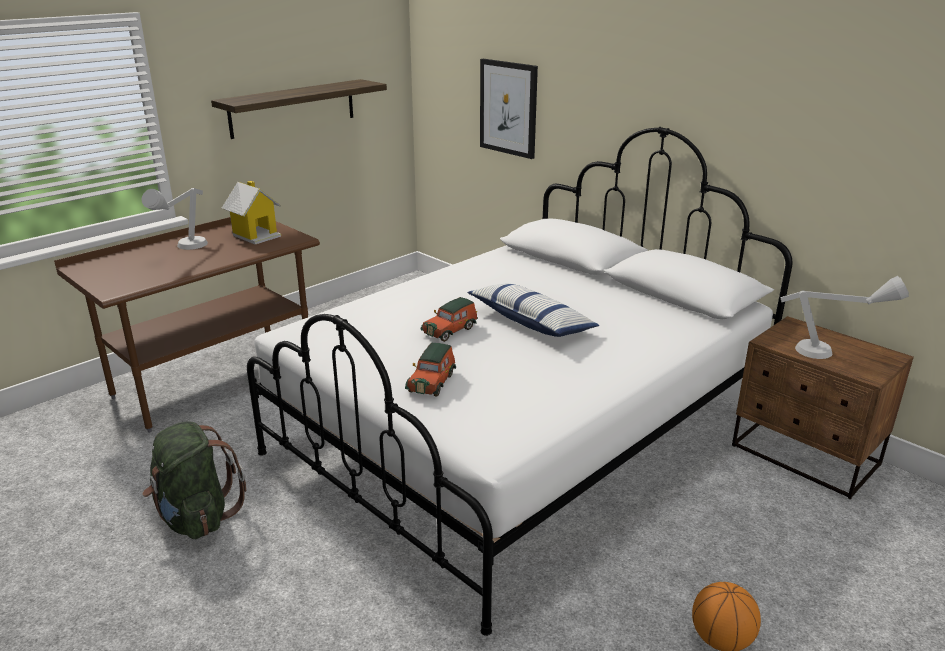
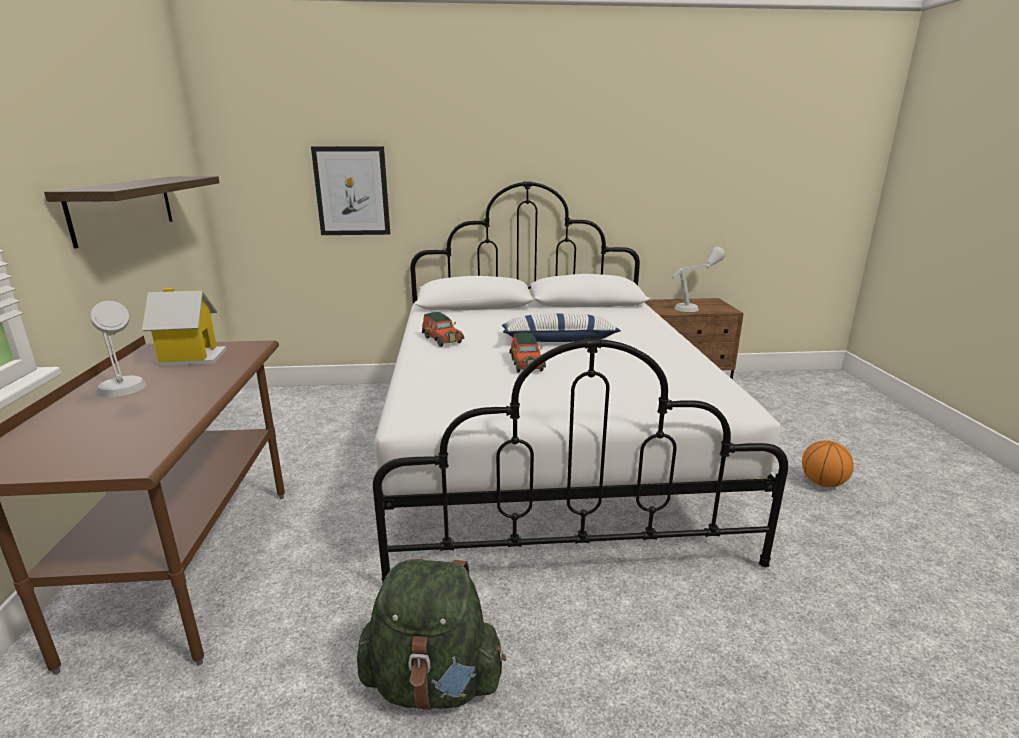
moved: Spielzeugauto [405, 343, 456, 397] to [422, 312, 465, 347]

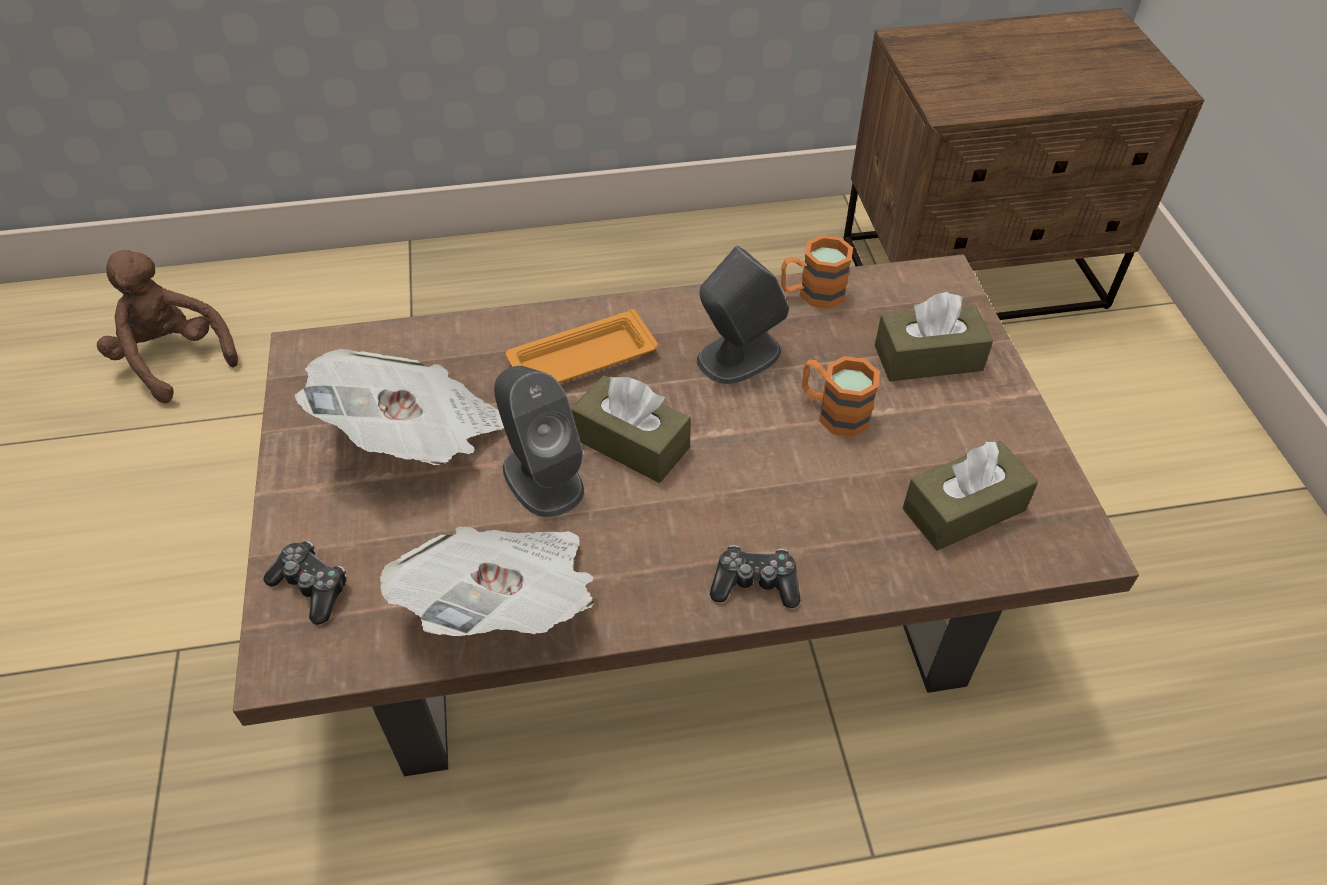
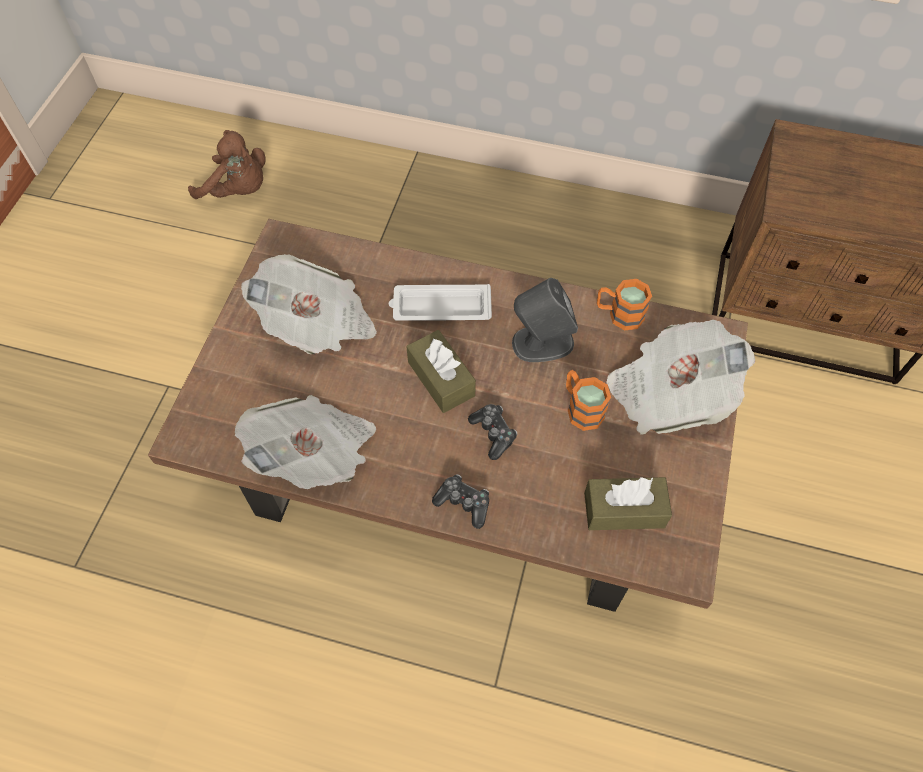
removed: Lautsprecher (grau) [494, 366, 584, 517]
moved: Gamepad [263, 541, 347, 625] to [468, 404, 517, 460]
replaced: Taschentuchbox (braun) [875, 292, 993, 381] to Zeitung [606, 320, 755, 434]
recoloured: Tablett (orange) [506, 309, 658, 383] to Tablett (weiß) [389, 284, 492, 321]
turned: Plüschtier (braun) [97, 250, 238, 403] = [188, 130, 266, 199] 135 degrees clockwise

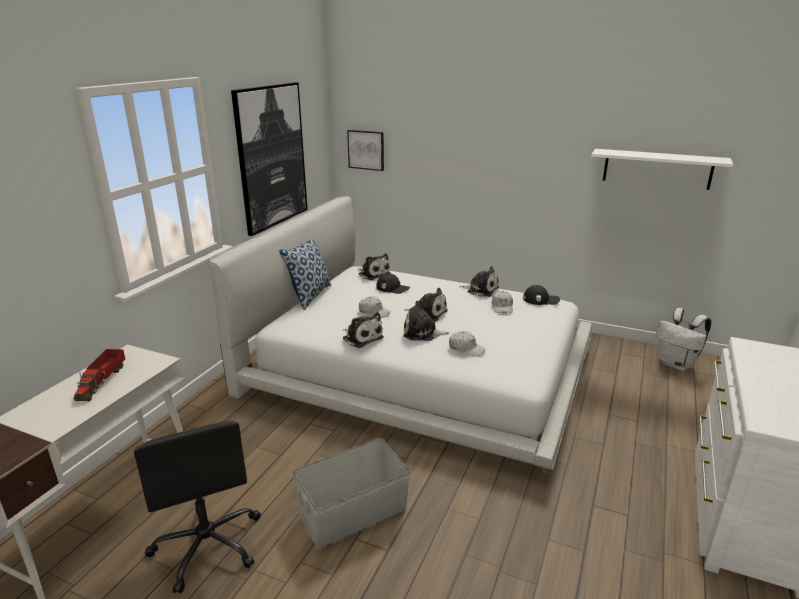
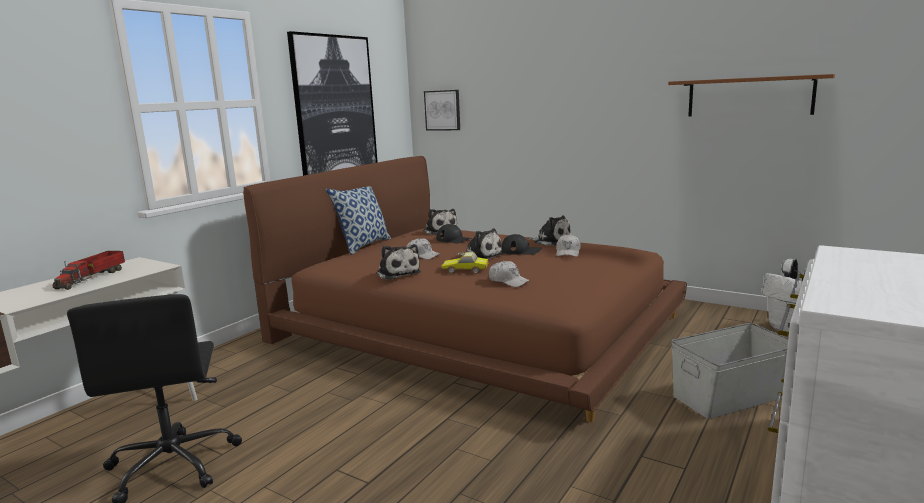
moved: Kappe (schwarz) [523, 285, 560, 305] to [501, 234, 542, 255]; Aufbewahrungsbox (grau) [293, 438, 410, 548] to [671, 323, 788, 419]
replaced: Plüschtier [403, 301, 449, 341] to Spielzeugauto [441, 252, 489, 274]
recoloured: Bett (weiß) [210, 196, 593, 473] to Bett (braun) [243, 156, 687, 422]; Wandregal (weiß) [591, 149, 733, 190] to Wandregal (braun) [668, 74, 835, 117]

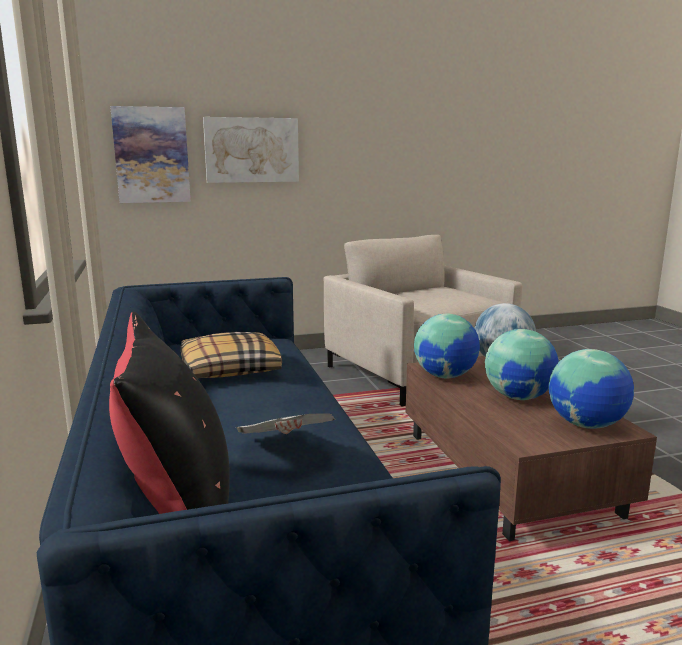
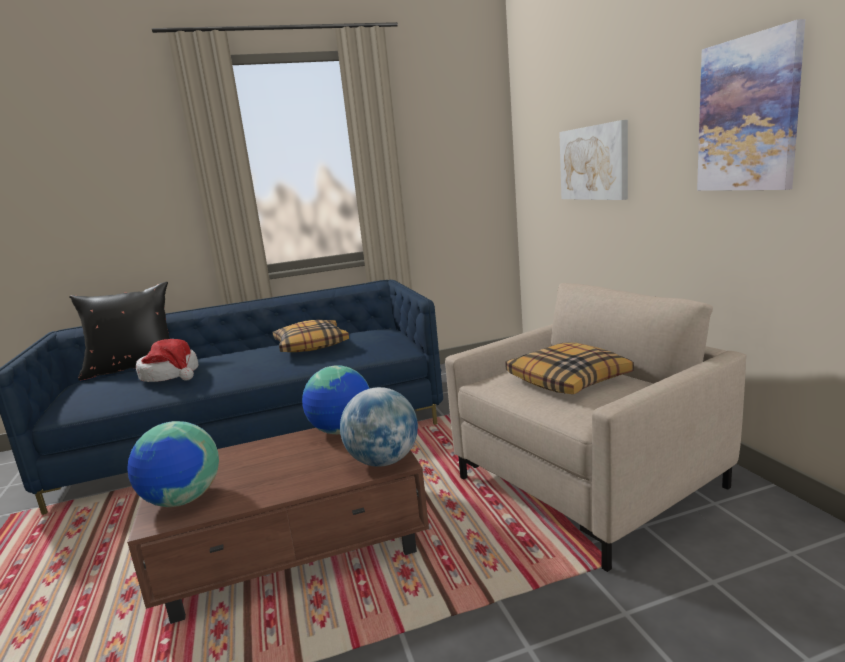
removed: Globus [485, 329, 559, 400]
added: Kissen [505, 342, 634, 394]
moved: Bild [110, 106, 191, 203] to [697, 19, 805, 191]
replaced: Zeitung [235, 413, 335, 434] to Hut [136, 339, 199, 382]

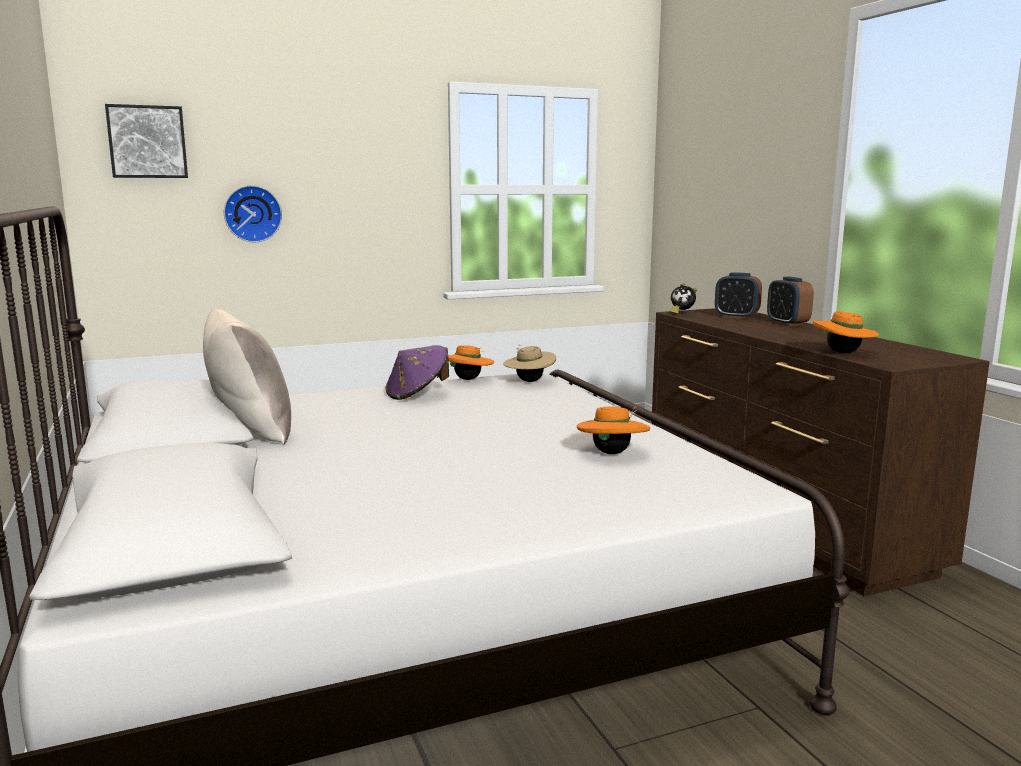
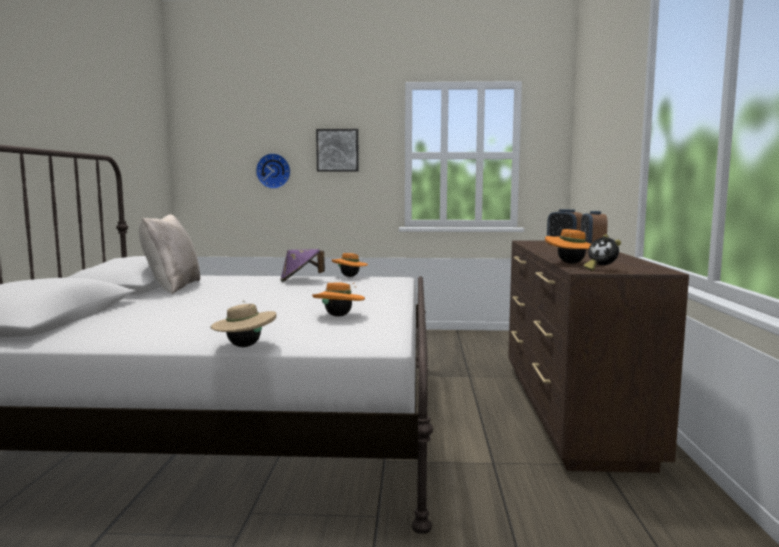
moved: Hut (beige) [503, 345, 556, 382] to [210, 301, 276, 347]; Bild [105, 104, 188, 178] to [316, 129, 359, 172]; Wecker [670, 283, 697, 315] to [584, 234, 621, 271]

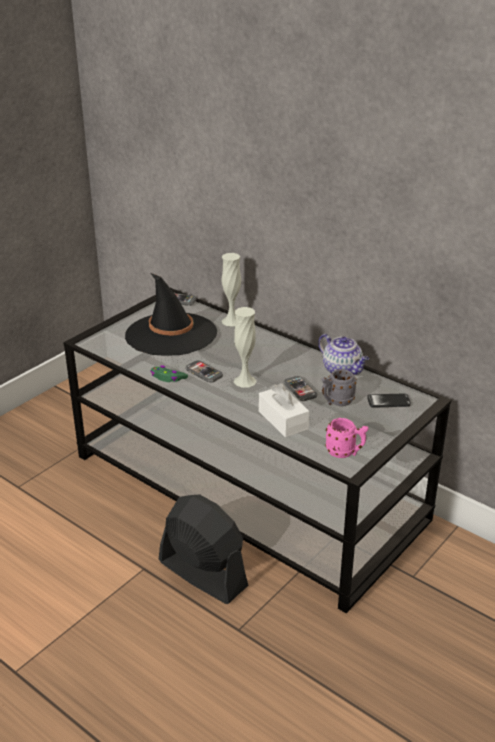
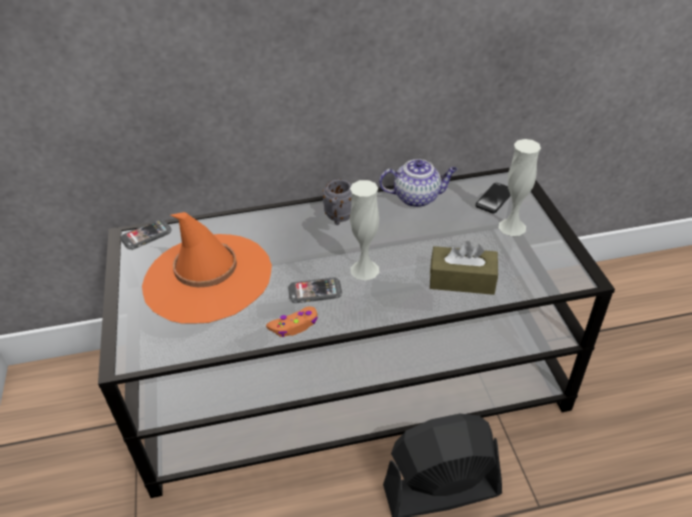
removed: Handy [284, 376, 318, 401]; Henkelbecher (rosa) [325, 418, 369, 458]
moved: Henkelbecher (grau) [322, 369, 356, 406] to [323, 179, 352, 225]; Vase (weiß) [222, 253, 241, 327] to [499, 139, 541, 236]
recoloured: Hut (schwarz) [125, 273, 217, 355] to Hut (orange) [142, 212, 272, 324]; Gamepad (grün) [150, 365, 188, 382] to Gamepad (orange) [266, 306, 318, 337]; Taschentuchbox (weiß) [259, 383, 309, 437] to Taschentuchbox (braun) [430, 241, 498, 295]

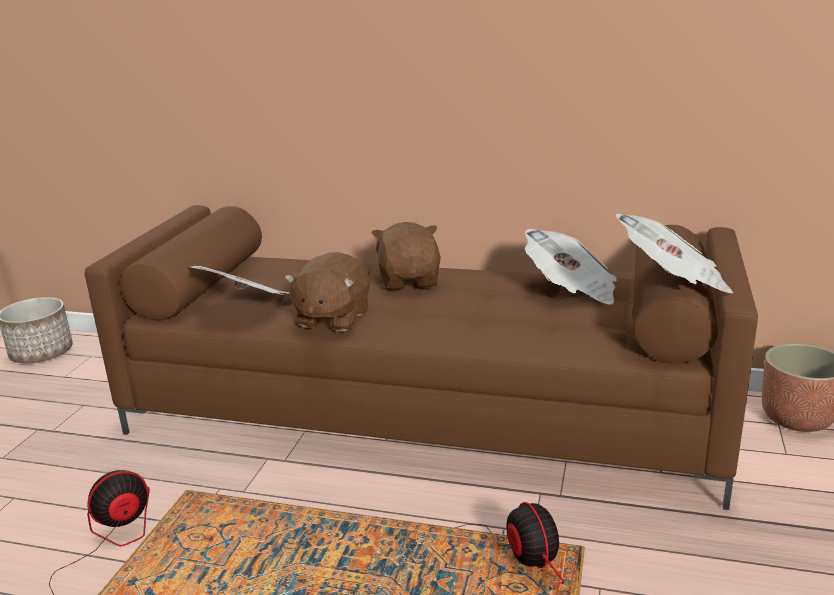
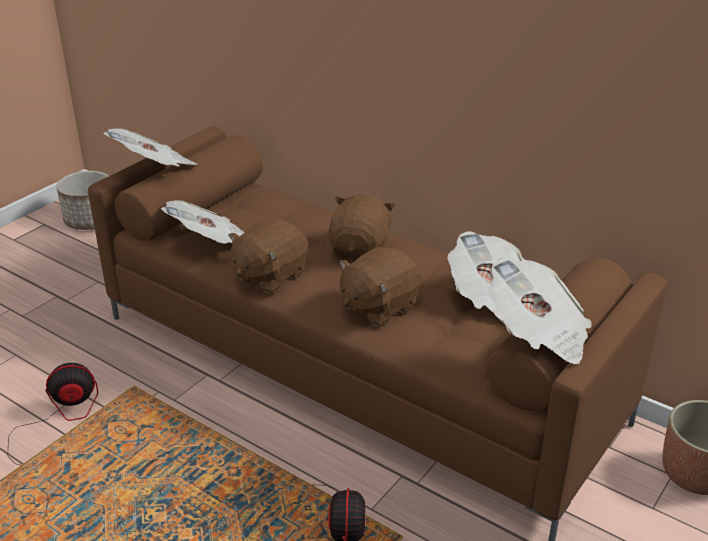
added: Zeitung [103, 128, 198, 167]; Plüschtier (braun) [339, 247, 422, 327]

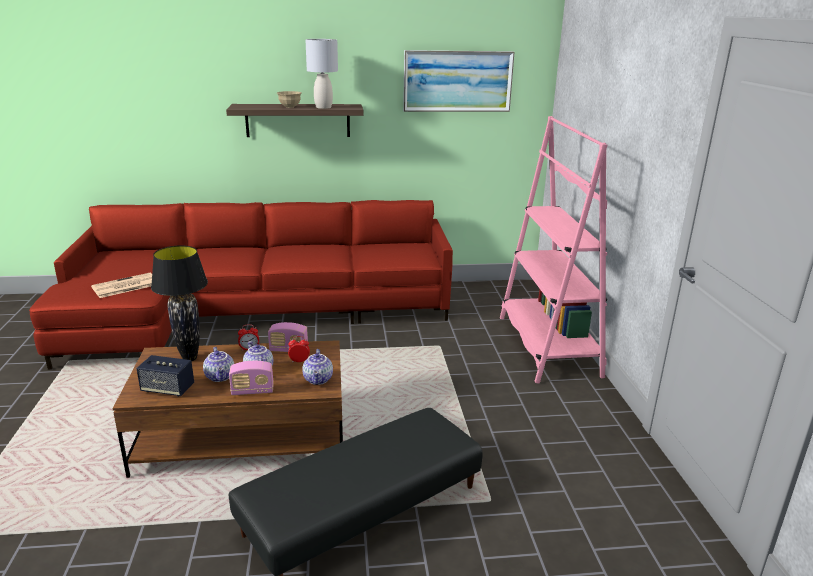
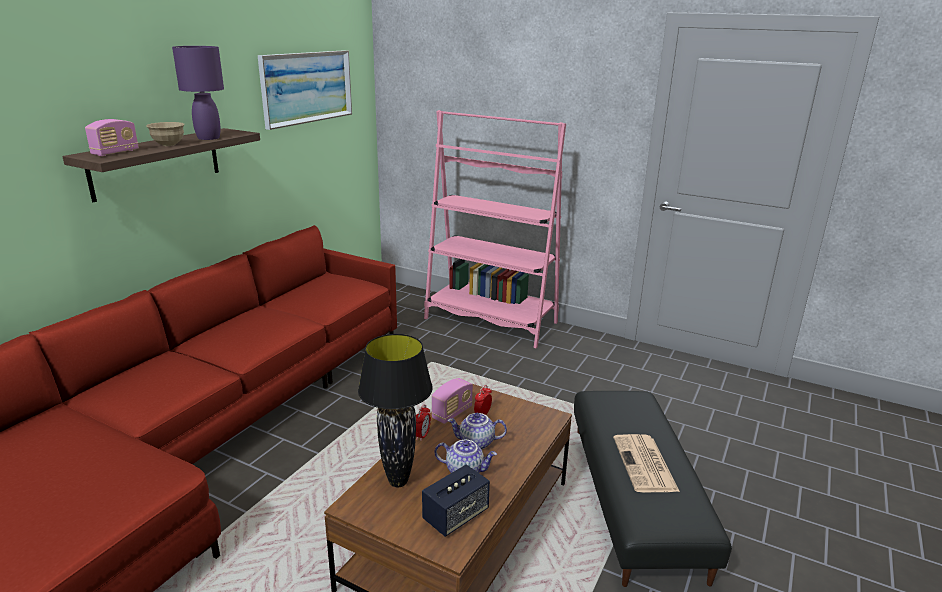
removed: Teekanne [302, 349, 333, 385]
moved: Radio [229, 361, 274, 395] to [85, 119, 139, 156]; Zeitung [91, 273, 152, 298] to [613, 434, 680, 492]
recoloured: Tischlampe (grau) [305, 39, 338, 109] to Tischlampe (lila) [172, 46, 224, 140]

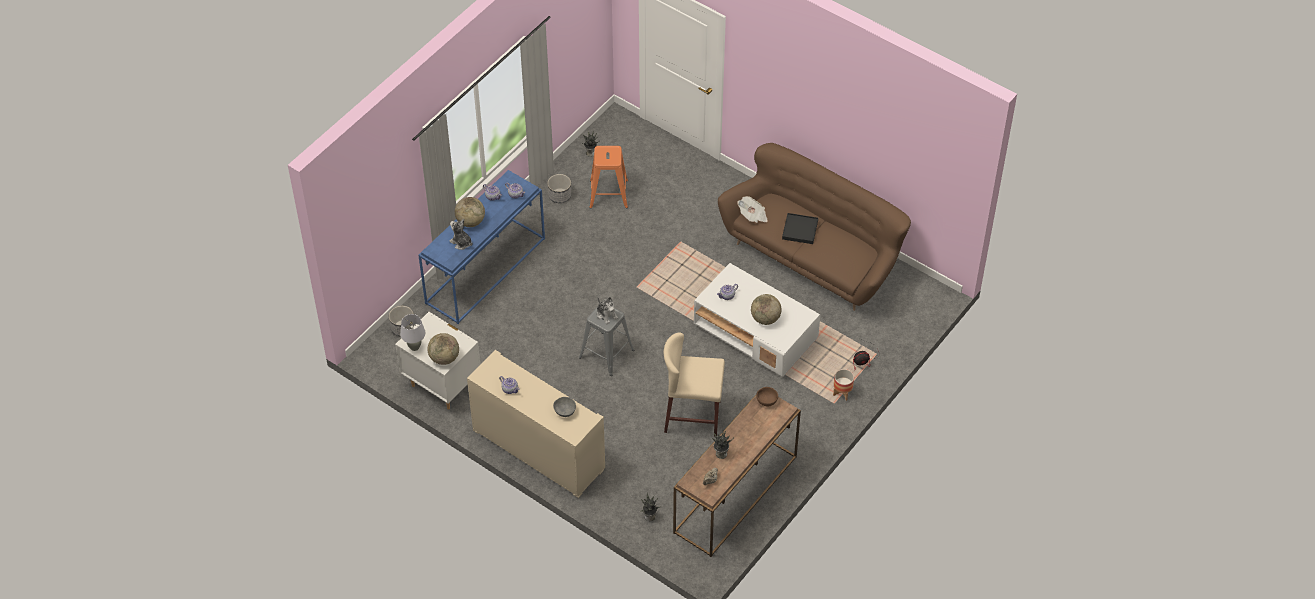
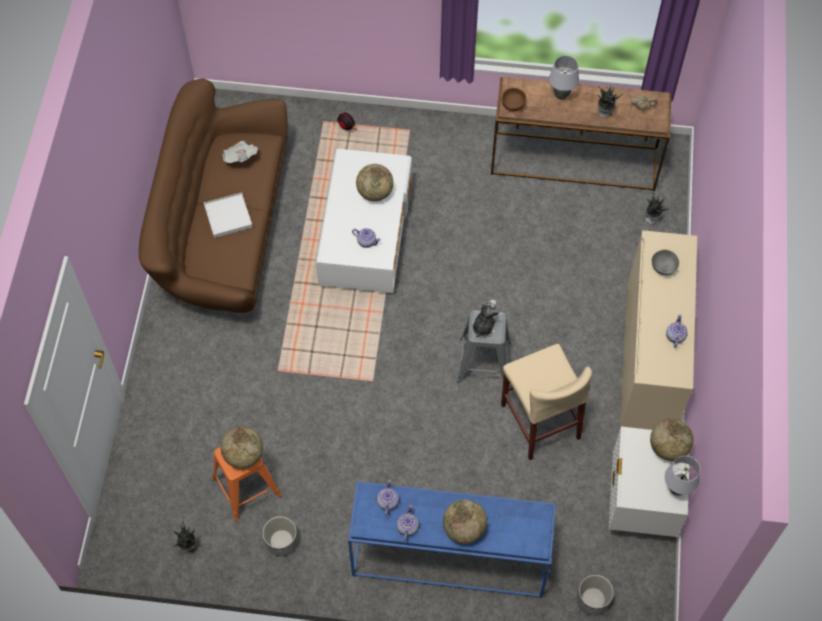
removed: Plüschtier [449, 219, 473, 250]; Pflanzkübel [833, 369, 854, 401]
added: Globus [221, 426, 263, 469]; Tischlampe (grau) [549, 55, 579, 100]
moved: Zeitung [738, 196, 768, 223] to [223, 141, 258, 163]; Hocker (beige) [664, 332, 725, 437] to [501, 344, 592, 460]
recoloured: Tablett (schwarz) [782, 213, 818, 244] to Tablett (weiß) [204, 192, 253, 238]

